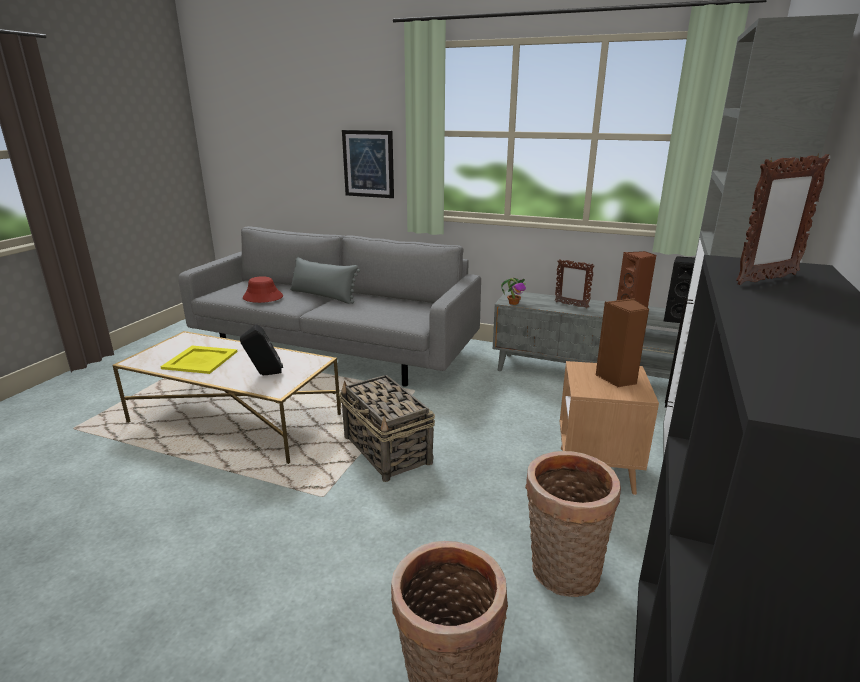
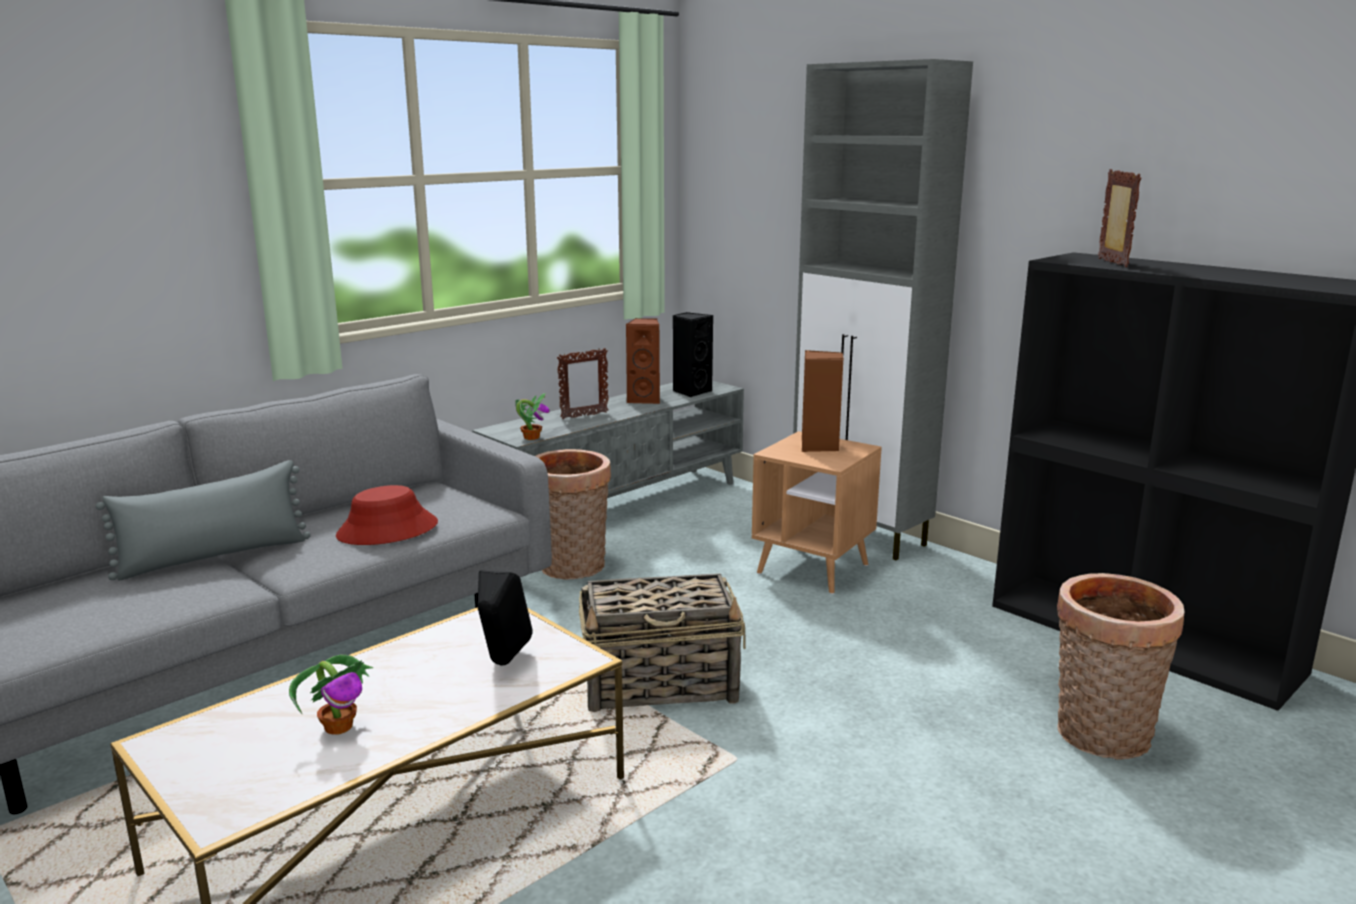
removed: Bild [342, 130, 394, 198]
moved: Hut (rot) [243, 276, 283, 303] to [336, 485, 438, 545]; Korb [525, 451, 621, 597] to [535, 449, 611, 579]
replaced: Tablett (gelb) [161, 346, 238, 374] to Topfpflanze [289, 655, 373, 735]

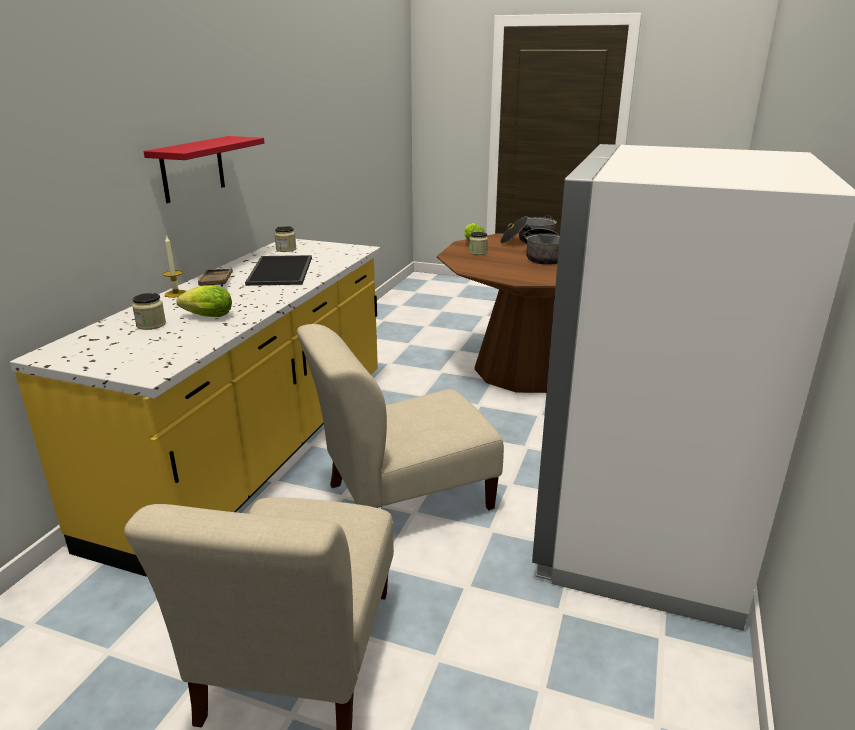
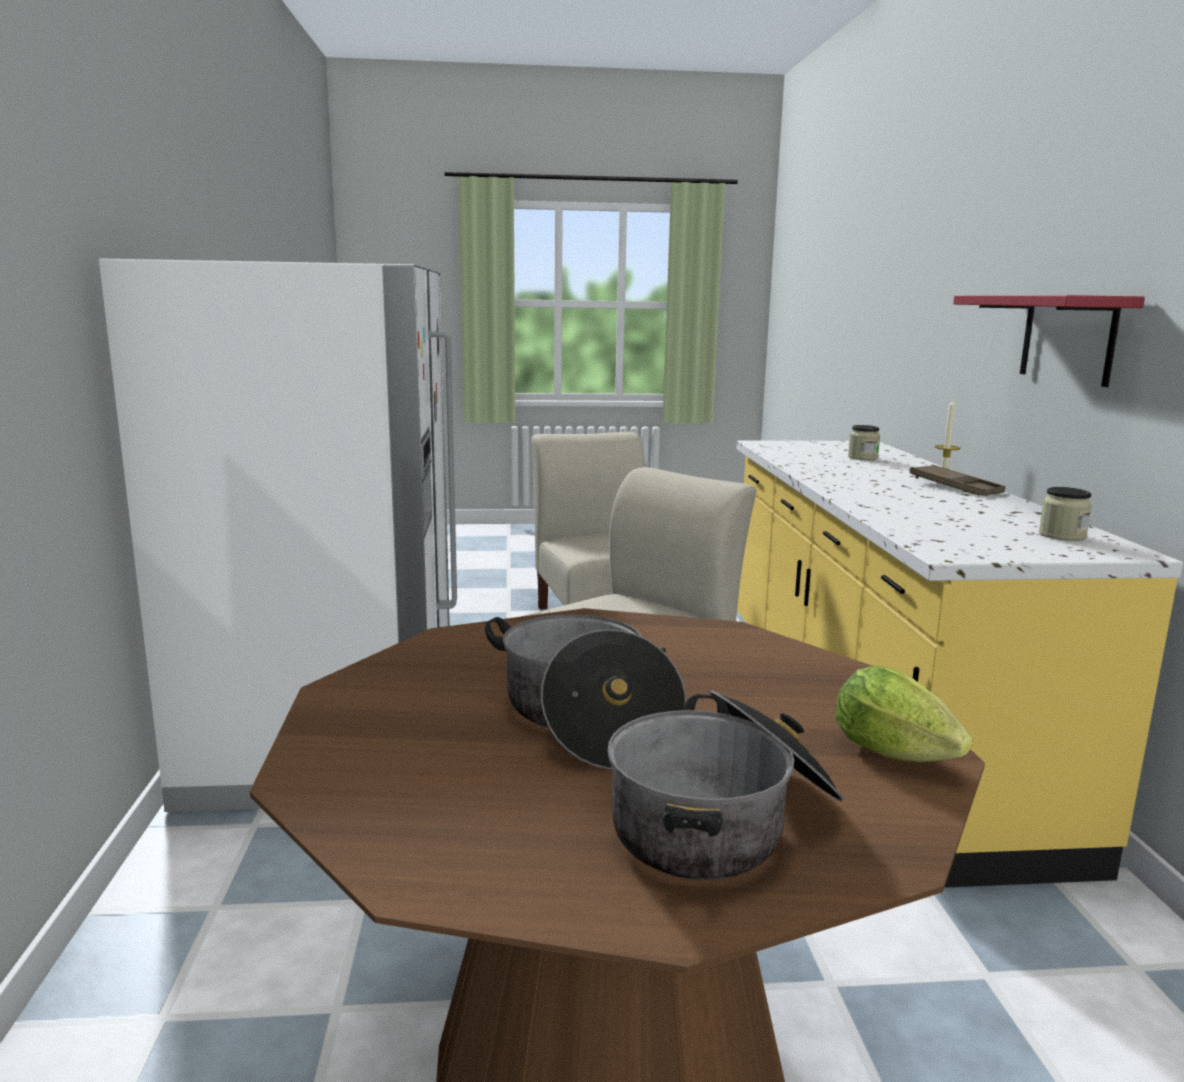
removed: Salatkopf [176, 285, 232, 317]; Tablett [245, 255, 312, 286]; Vorratsglas [469, 232, 488, 255]

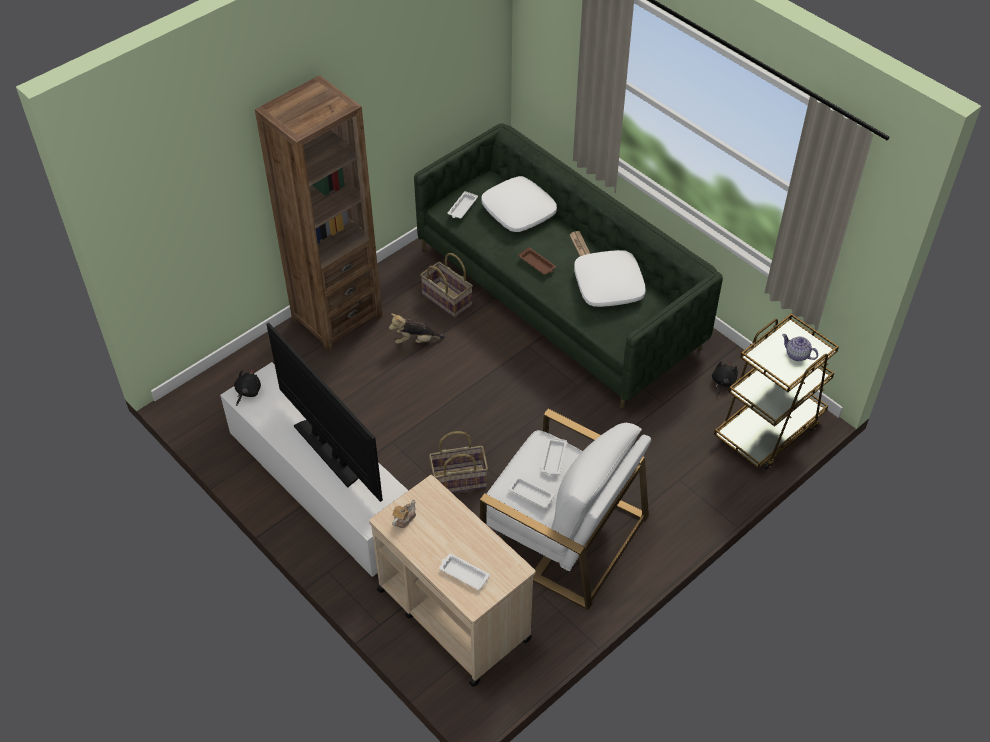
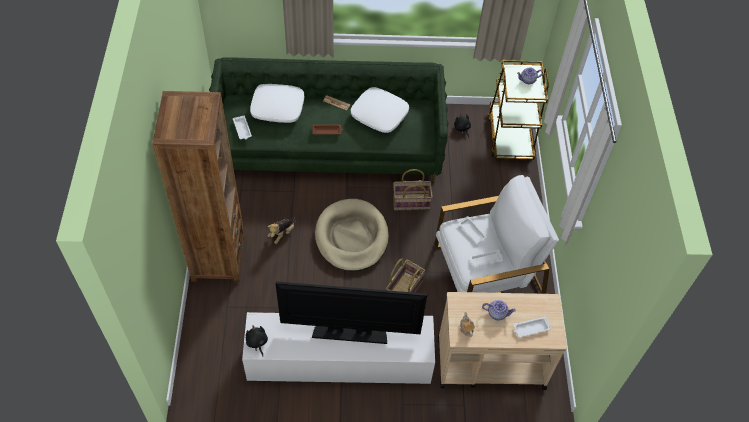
added: Hundebett (beige) [315, 199, 389, 272]; Teekanne [482, 300, 516, 320]
moved: Korb [420, 253, 473, 318] to [393, 169, 433, 210]

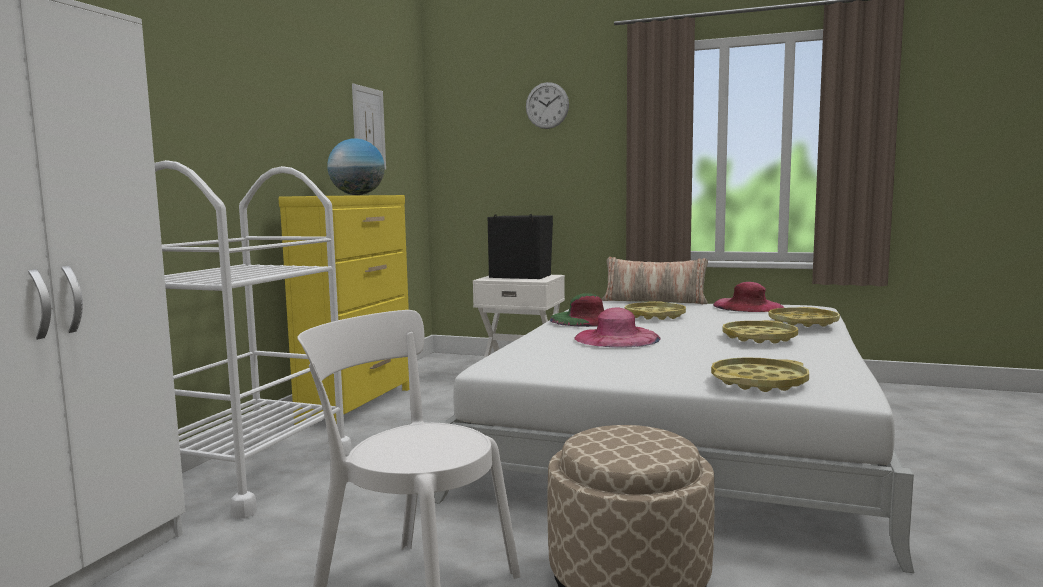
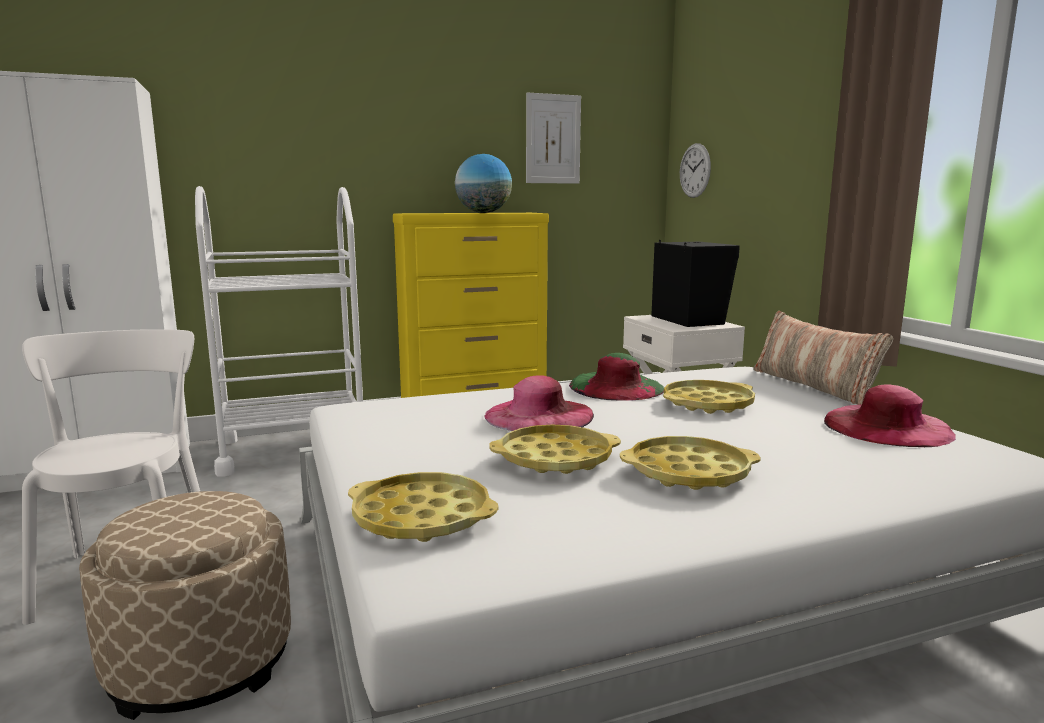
moved: Tablett (gelb) [768, 307, 840, 327] to [490, 425, 621, 474]; Wanduhr [526, 82, 569, 129] to [680, 143, 711, 198]

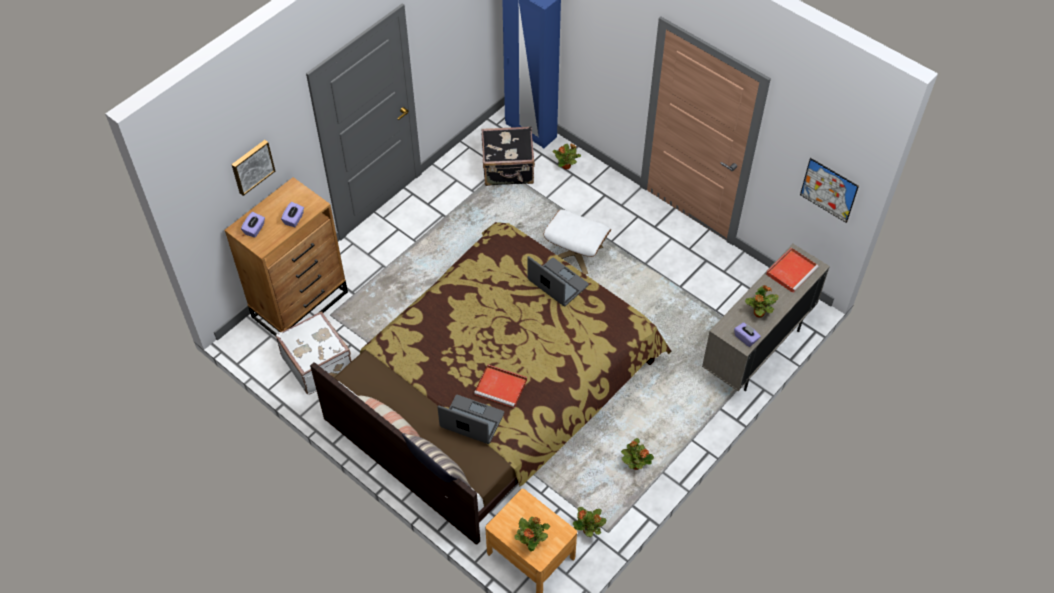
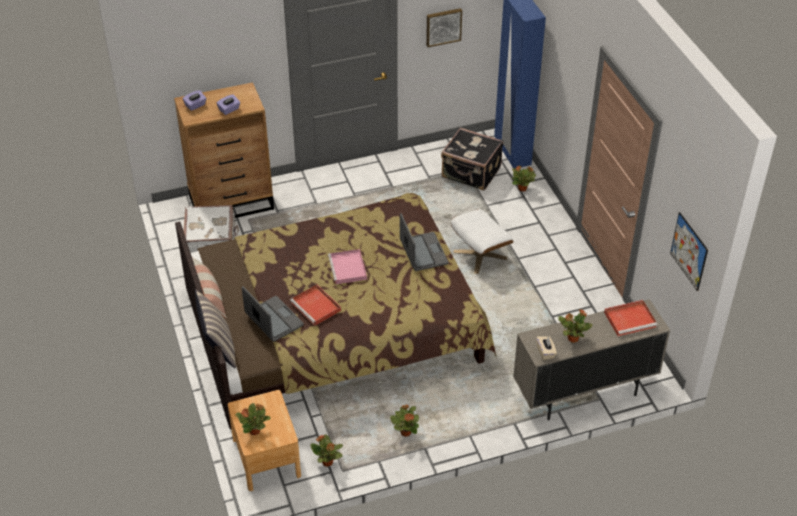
added: Tablett (rosa) [328, 249, 367, 284]
moved: Bild [231, 140, 275, 196] to [426, 8, 462, 47]
recoloured: Taschentuchbox (lila) [734, 322, 761, 347] to Taschentuchbox (beige) [536, 336, 557, 360]

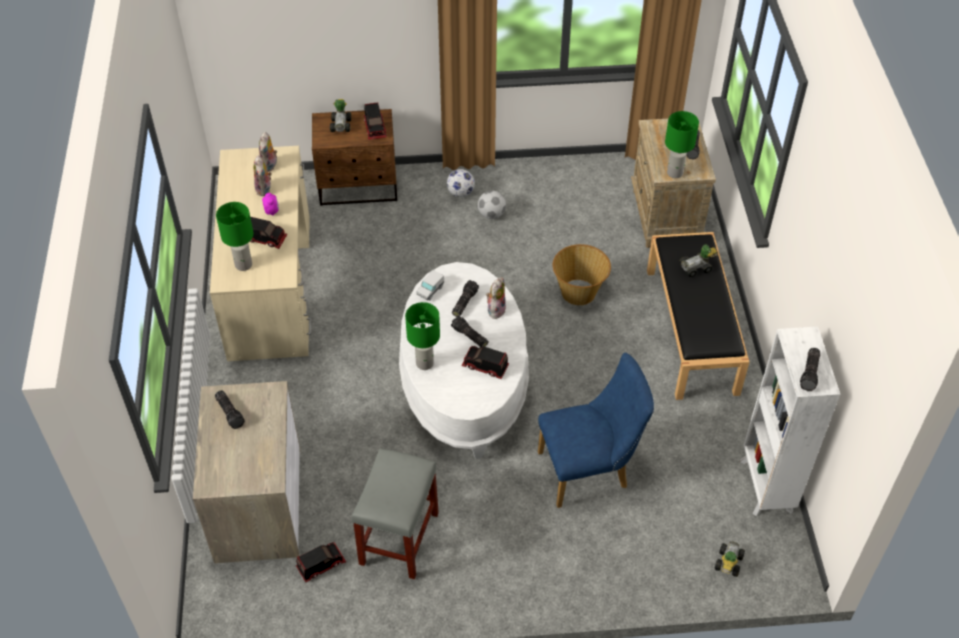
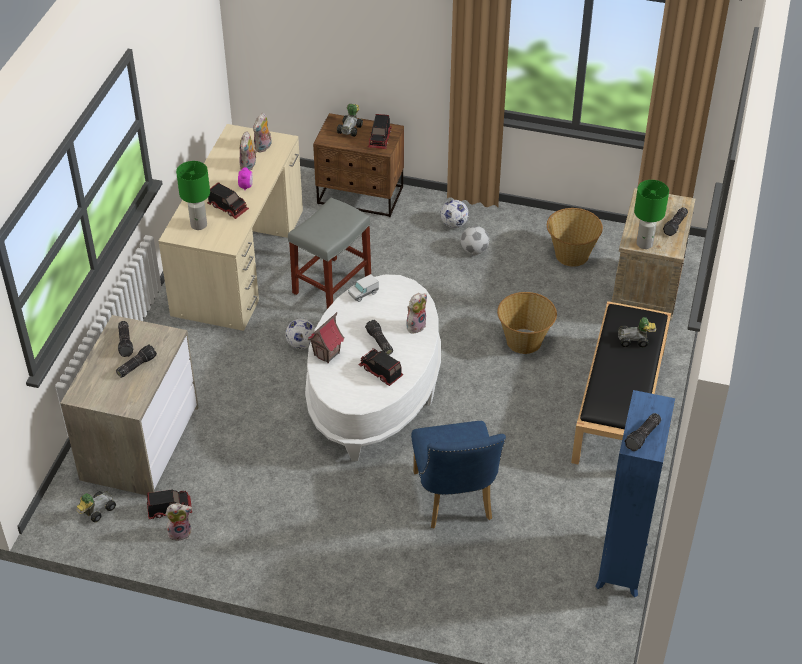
added: Plüschtier [165, 503, 192, 541]; Fußball [286, 318, 315, 350]; Korb [547, 208, 603, 267]
moved: Spielzeugauto [715, 541, 745, 577] to [77, 491, 116, 522]; Taschenlampe [452, 280, 479, 317] to [116, 344, 157, 378]; Hocker (grau) [351, 448, 439, 579] to [288, 198, 371, 309]
replaced: Tischlampe (grün) [405, 302, 440, 370] to Spielzeughaus [307, 312, 345, 363]
recoloured: Bücherregal (weiß) [739, 326, 840, 516] to Bücherregal (blau) [595, 390, 675, 597]
turned: Stuhl (blau) [538, 353, 654, 508] = [411, 421, 506, 529] 75 degrees clockwise

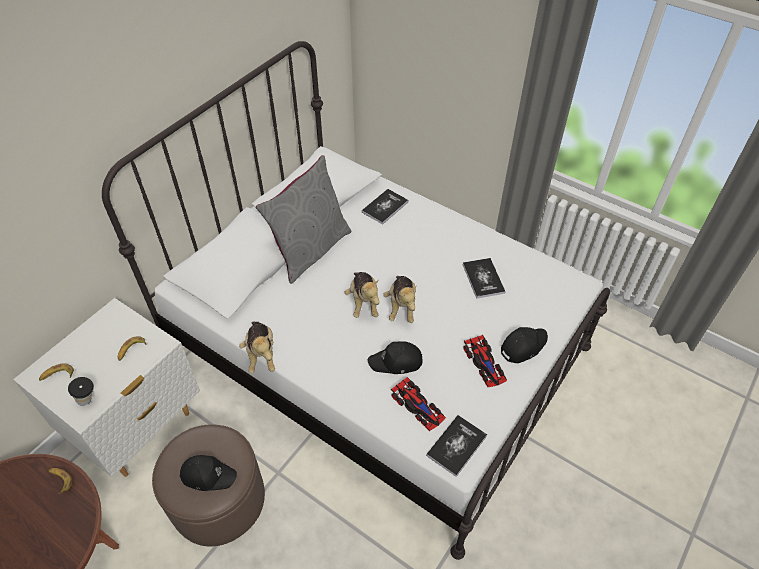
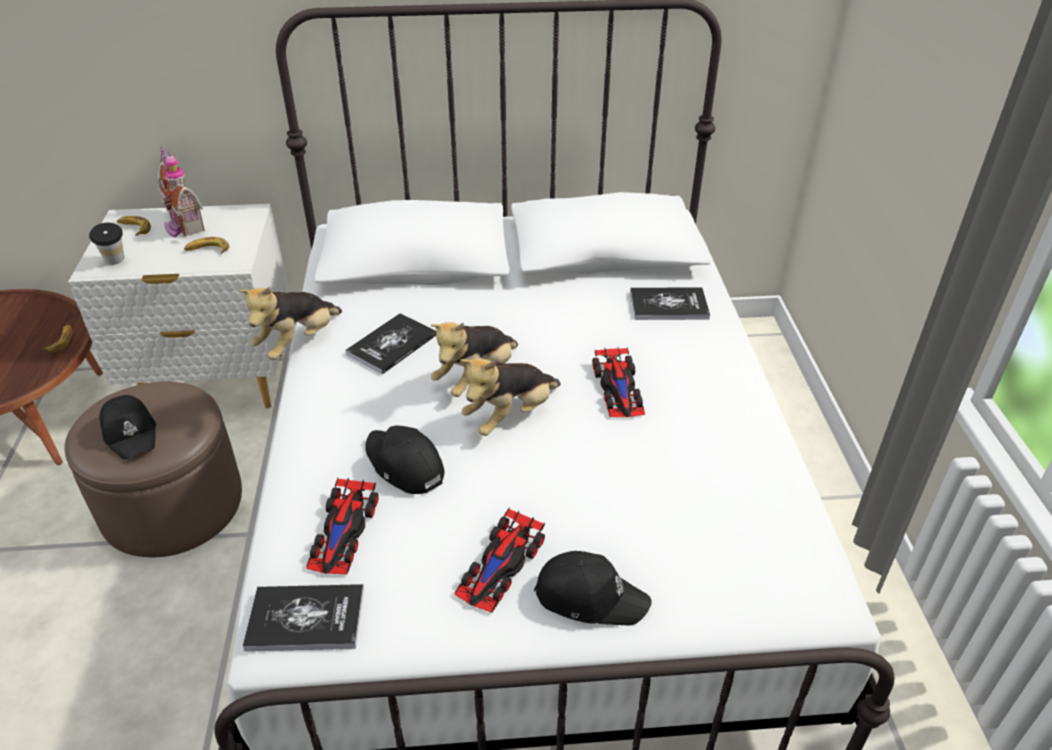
removed: Kissen (grau) [256, 155, 351, 284]
added: Spielzeughaus [158, 146, 205, 238]; Spielzeugauto [592, 347, 645, 418]
moved: Buch [463, 258, 505, 299] to [345, 313, 436, 375]

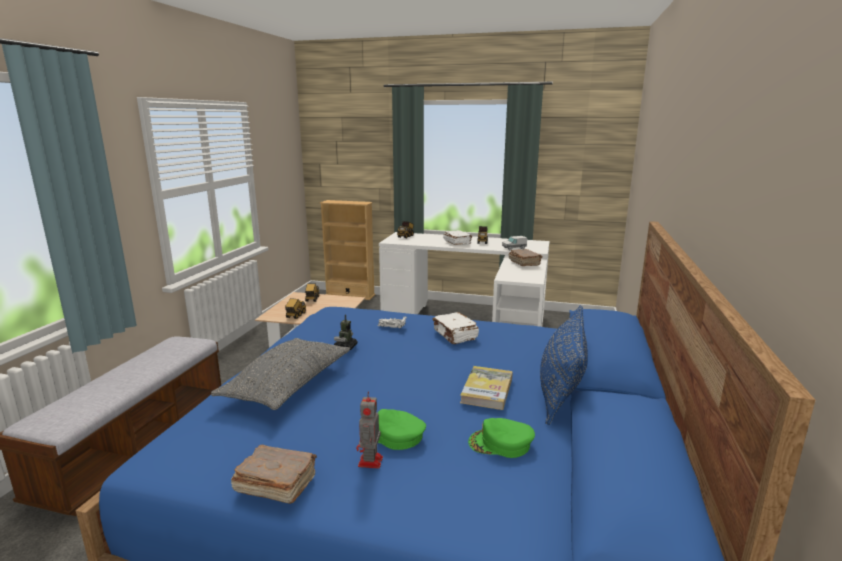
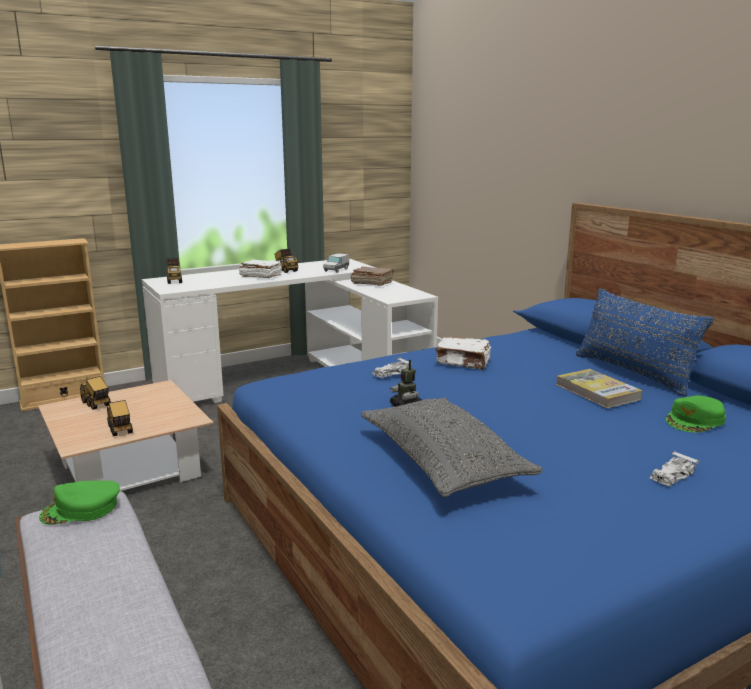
removed: Buch (braun) [231, 445, 317, 504]
moved: Kappe (grün) [378, 409, 426, 450] to [39, 481, 120, 525]
replaced: Spielzeugroboter [356, 391, 383, 469] to Spielzeugauto (weiß) [649, 450, 699, 486]

